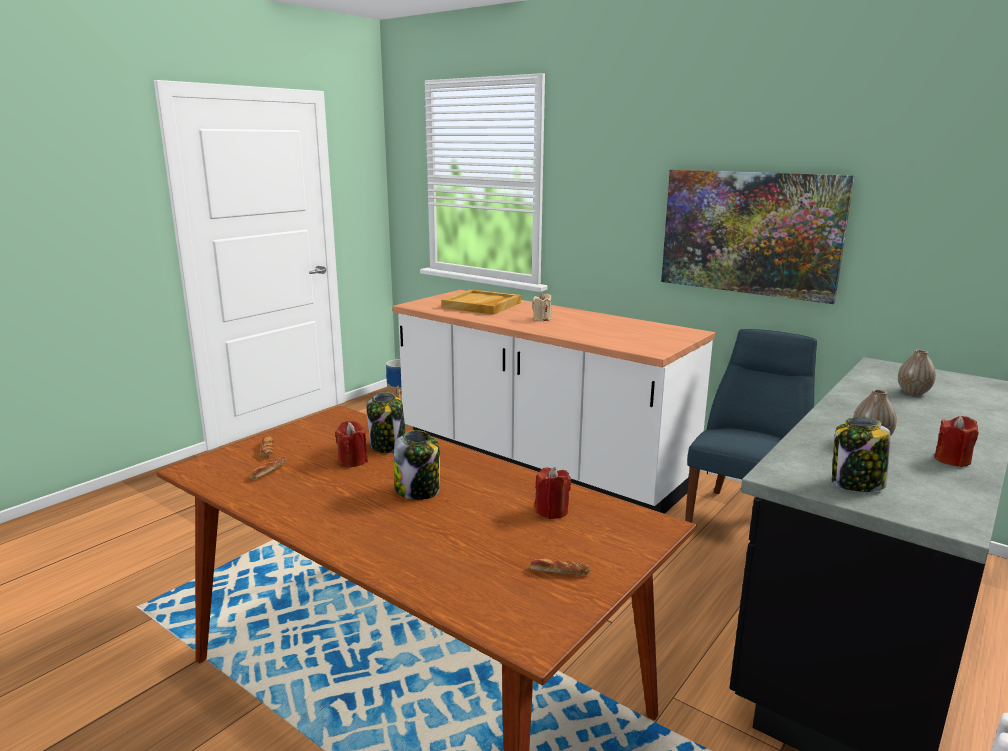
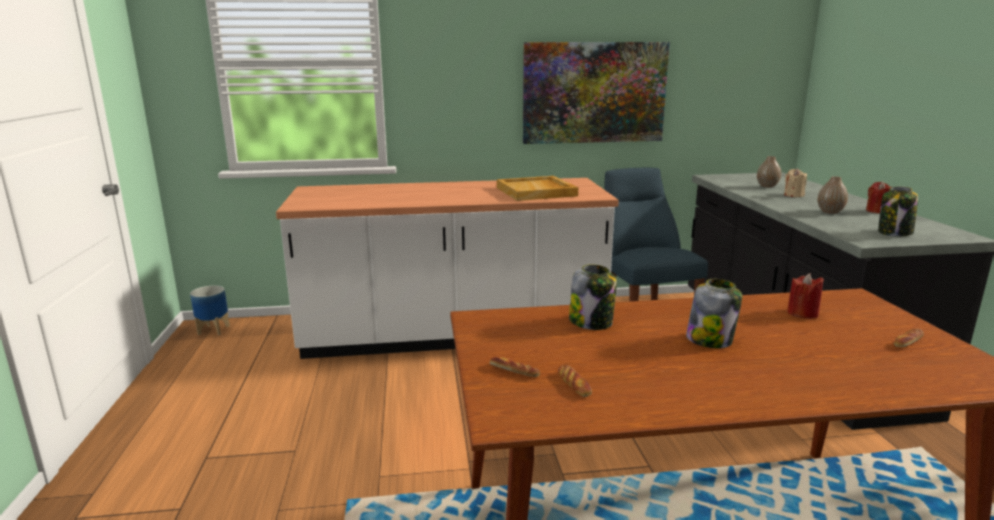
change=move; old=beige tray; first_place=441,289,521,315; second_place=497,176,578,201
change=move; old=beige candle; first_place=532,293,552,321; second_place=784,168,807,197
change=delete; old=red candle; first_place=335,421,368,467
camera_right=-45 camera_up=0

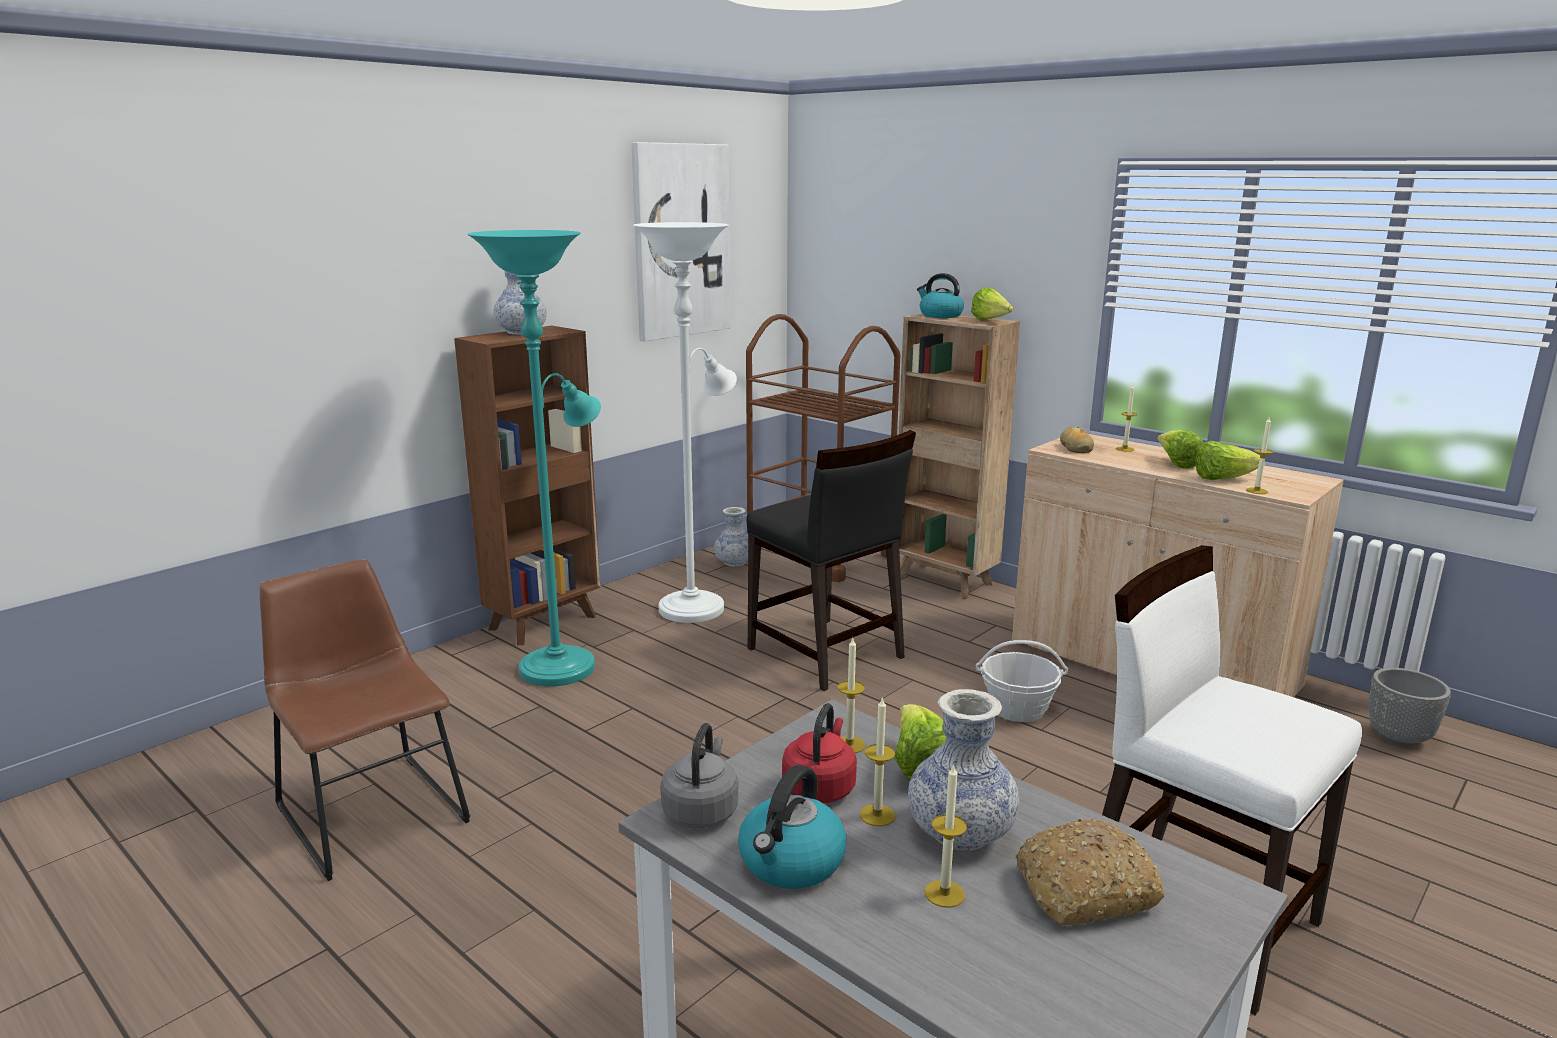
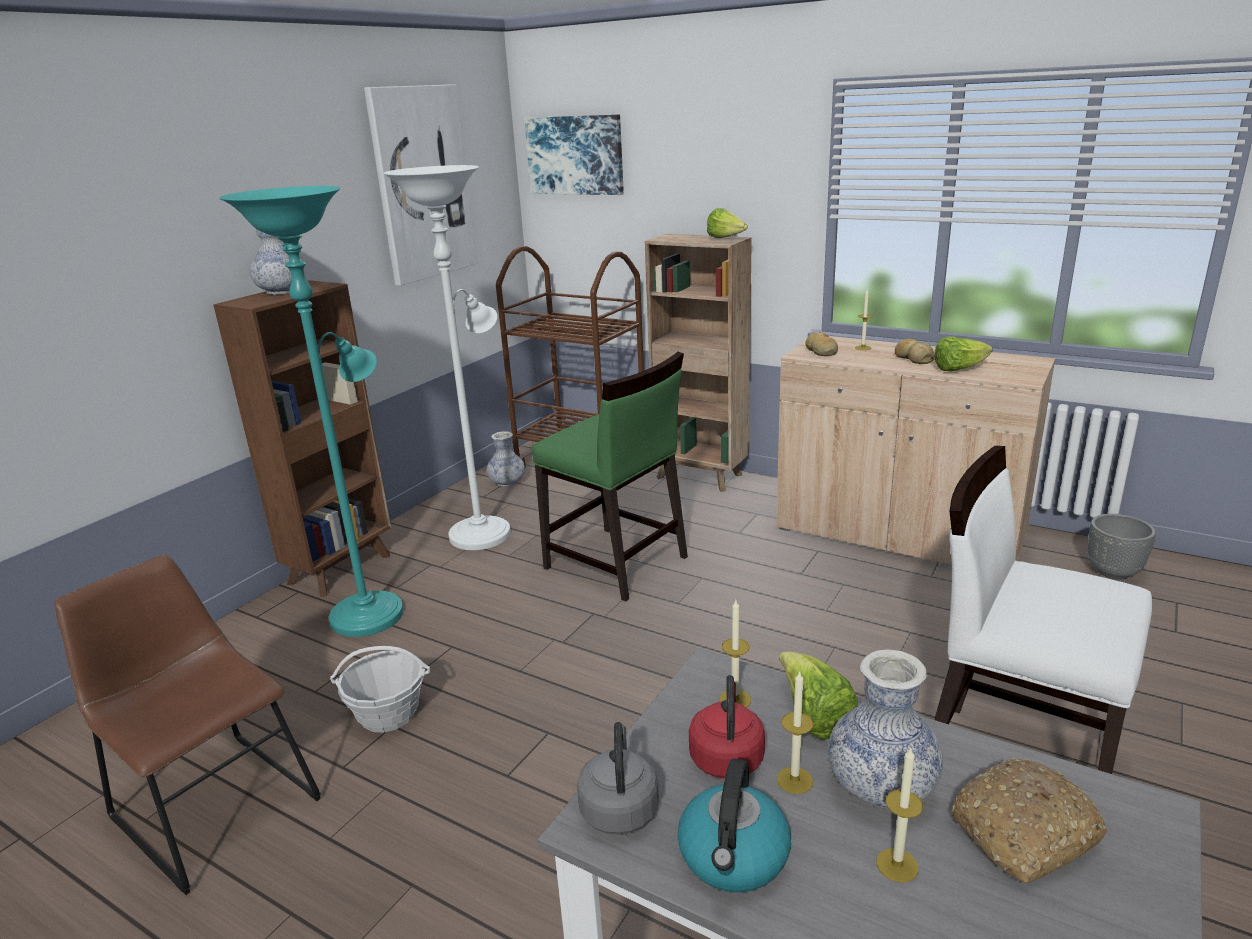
change=delete; old=kettle; first_place=917,273,964,318
change=delete; old=candle; first_place=1246,416,1273,494
change=recolor; old=black chair; new=green chair; first_place=747,430,916,691; second_place=532,352,688,601
change=replace; old=lettuce; new=bread; first_place=1157,430,1203,469; second_place=895,339,935,364
change=move; old=basket; first_place=976,640,1068,722; second_place=330,646,430,732
change=insert; new=picture; second_place=524,114,624,195
camera_right=-10 camera_up=5

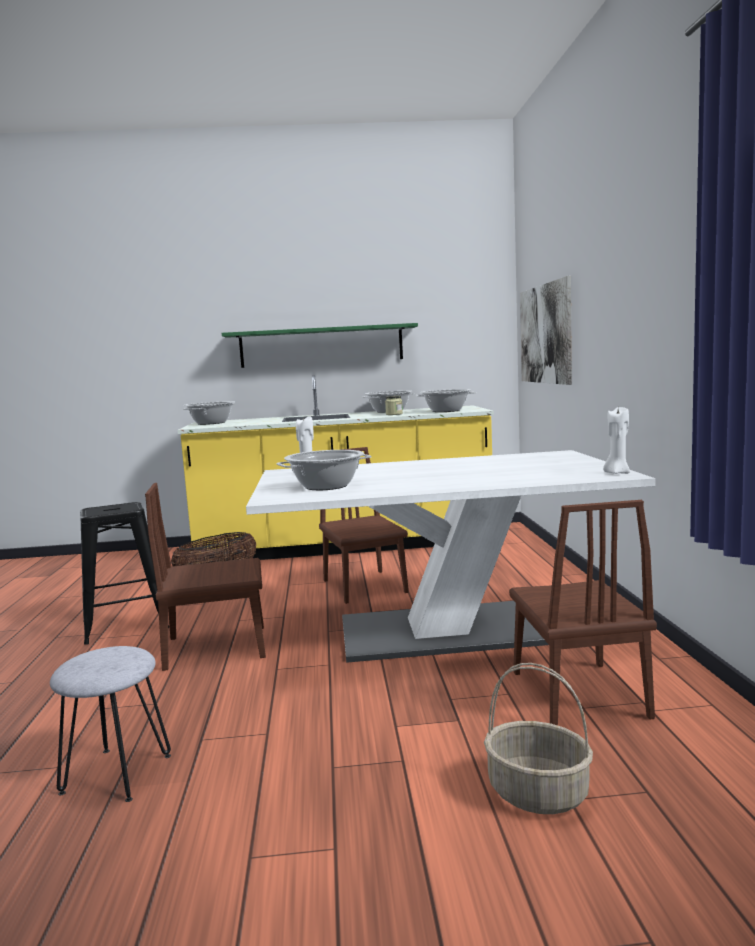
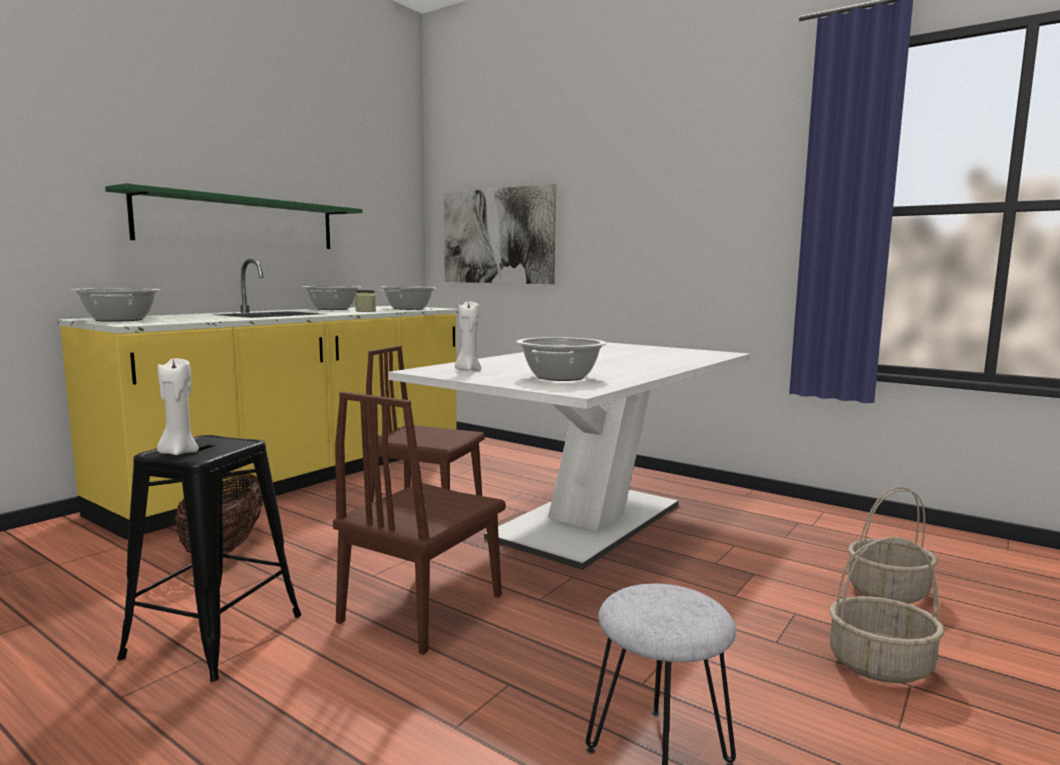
change=move; old=white candle; first_place=603,407,630,474; second_place=157,358,199,455
change=delete; old=brown chair; first_place=509,500,657,726
change=insert; new=basket; second_place=829,537,944,683
camera_right=-50 camera_up=0

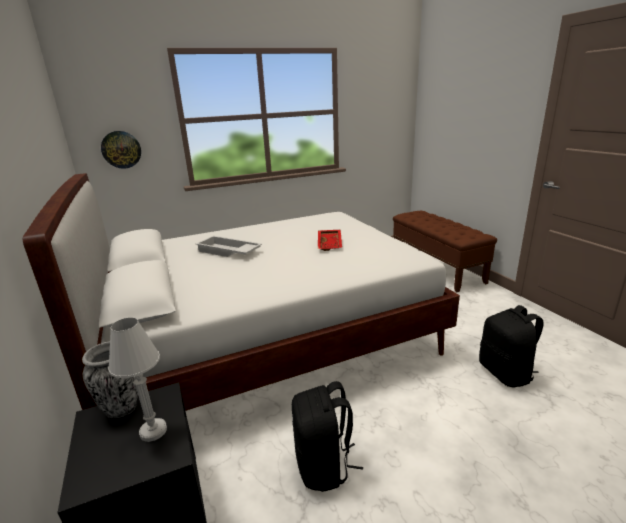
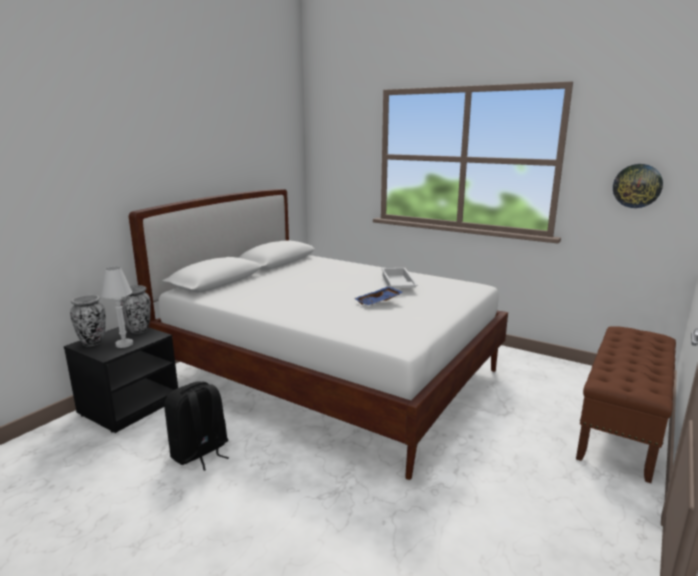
change=move; old=wall clock; first_place=101,131,141,169; second_place=613,164,663,208
change=recolor; old=red tray; new=blue tray; first_place=318,230,342,251; second_place=354,286,403,305
change=move; old=white tray; first_place=196,236,262,257; second_place=381,268,418,288
change=delete; old=black backpack; first_place=479,305,544,387
change=insert; new=vase; second_place=70,295,106,346
camera_right=55 camera_up=-5

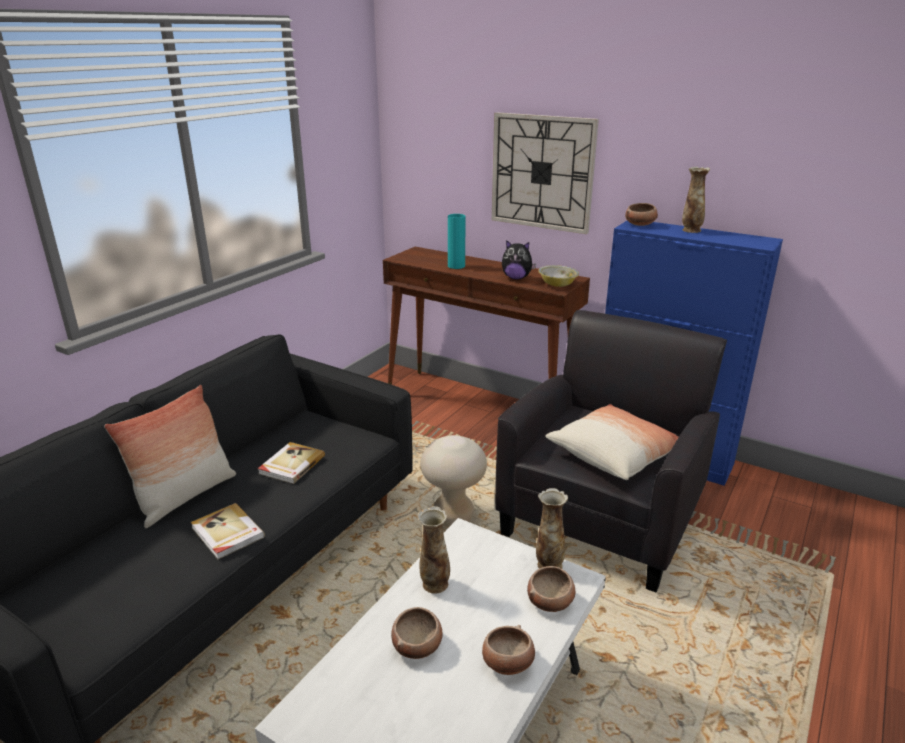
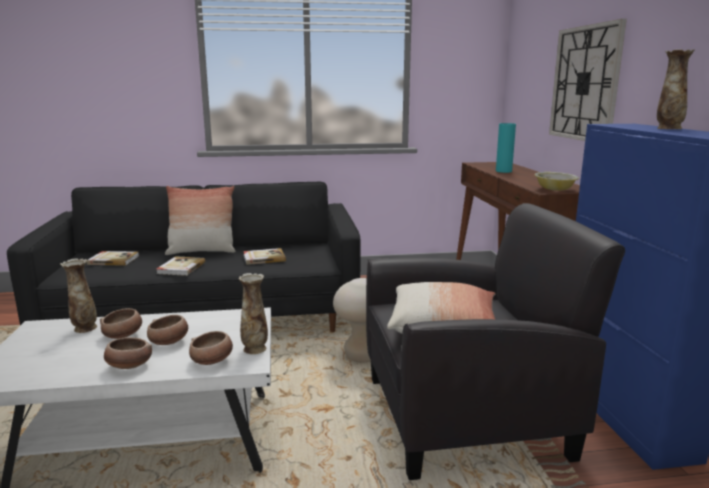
change=move; old=bowl; first_place=625,203,658,226; second_place=147,315,188,345
change=delete; old=plush toy; first_place=502,240,536,279
change=move; old=vase; first_place=418,506,450,594; second_place=60,259,97,333
change=insert; new=book; second_place=86,251,139,266
camera_right=50 camera_up=-10

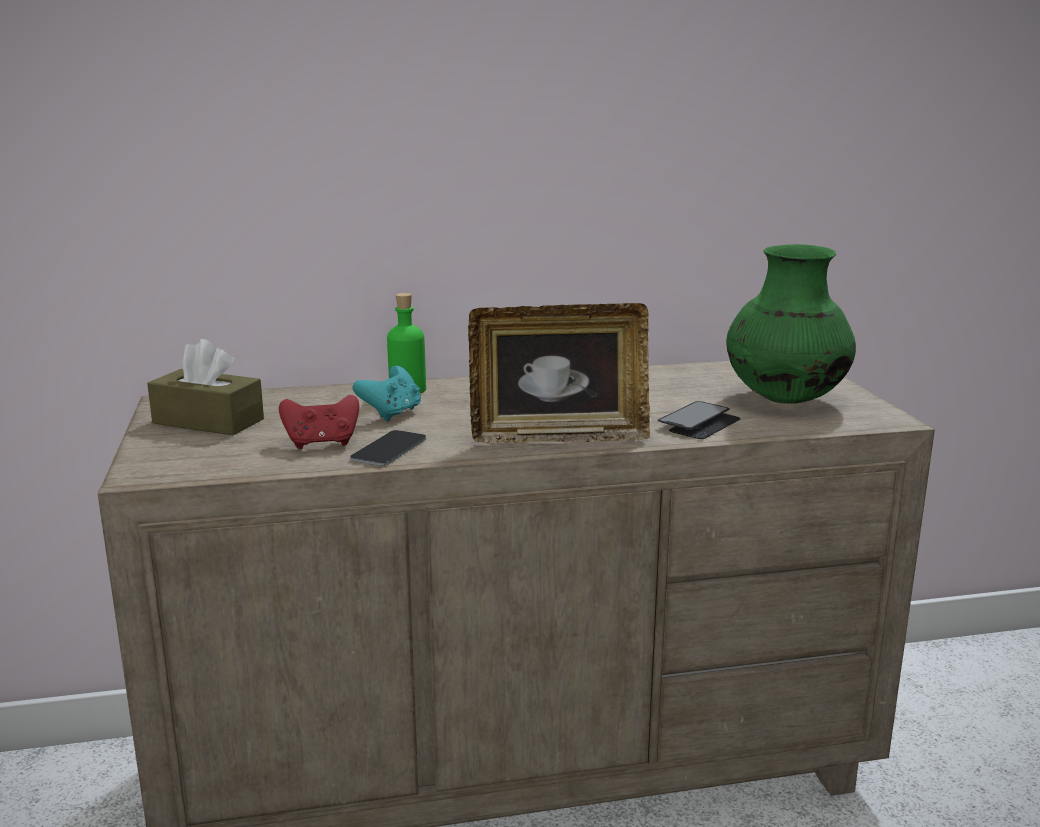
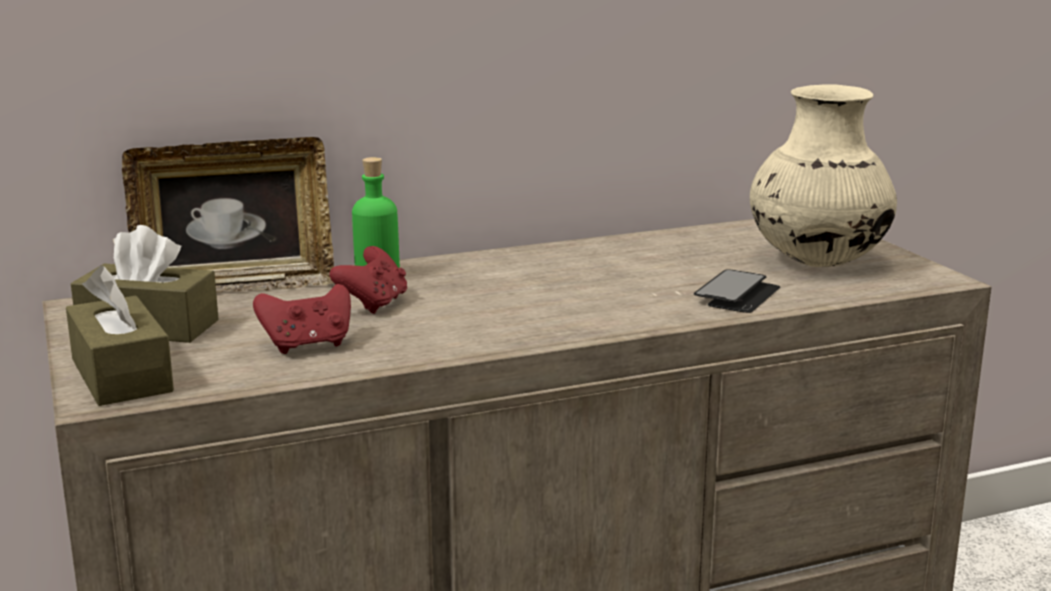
change=recolor; old=green vase; new=beige vase; first_place=726,244,856,404; second_place=750,85,897,267
change=move; old=picture frame; first_place=468,303,650,444; second_place=122,137,334,292
change=recolor; old=turquoise game controller; new=red game controller; first_place=352,366,421,421; second_place=329,246,407,314
change=delete; old=phone; first_place=350,430,426,466
change=insert; new=brown tissue box; second_place=66,266,174,406
camera_right=-10 camera_up=0

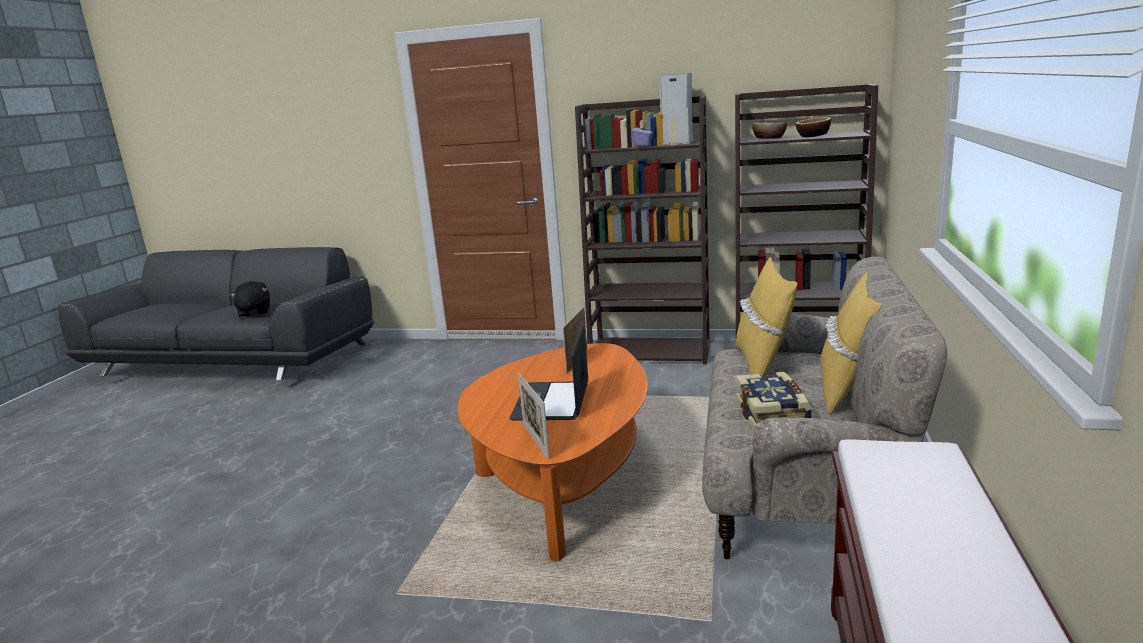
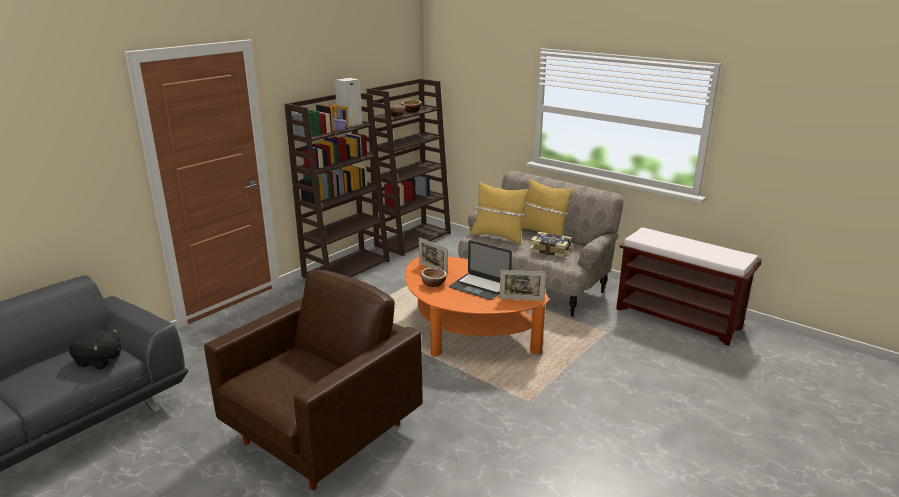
change=insert; new=bowl; second_place=421,268,447,287
change=insert; new=brown armchair; second_place=204,270,423,490
camera_right=-65 camera_up=5

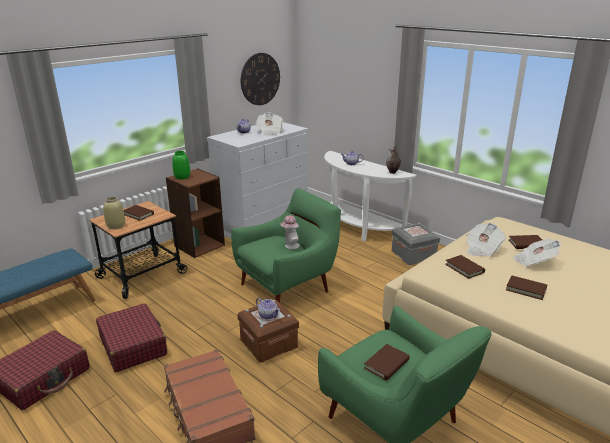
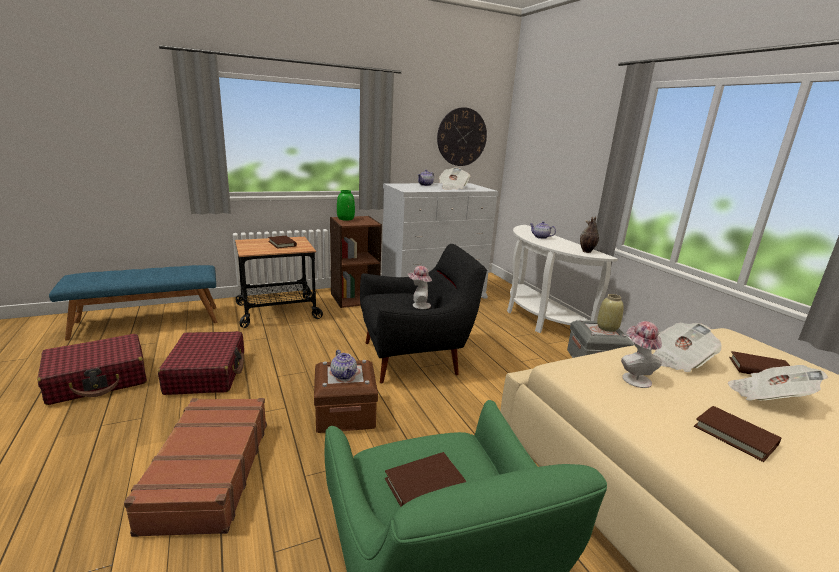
change=recolor; old=green armchair; new=black armchair; first_place=231,189,341,303; second_place=360,244,487,384
change=move; old=beige vase; first_place=103,196,125,229; second_place=597,294,624,332
change=replace; old=brown book; new=hat; first_place=445,255,485,279; second_place=621,321,662,388
camera_right=20 camera_up=-5

